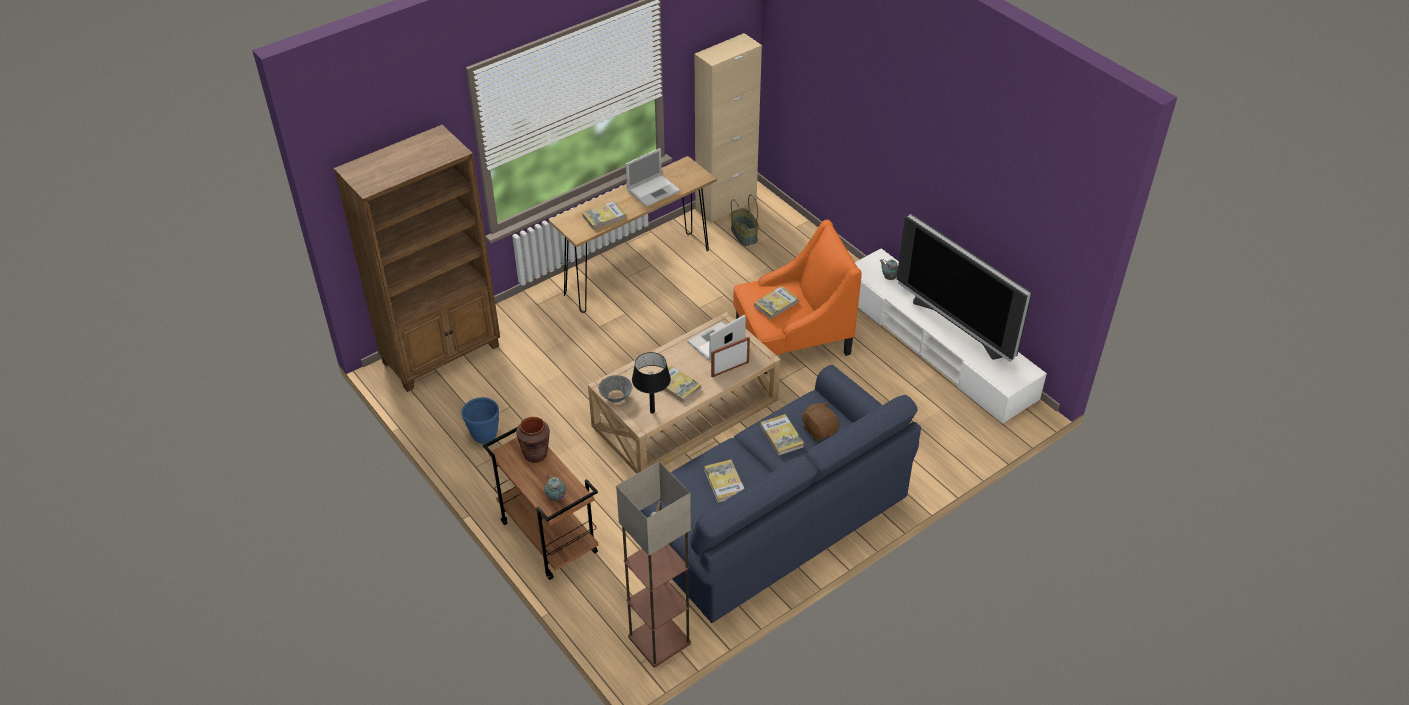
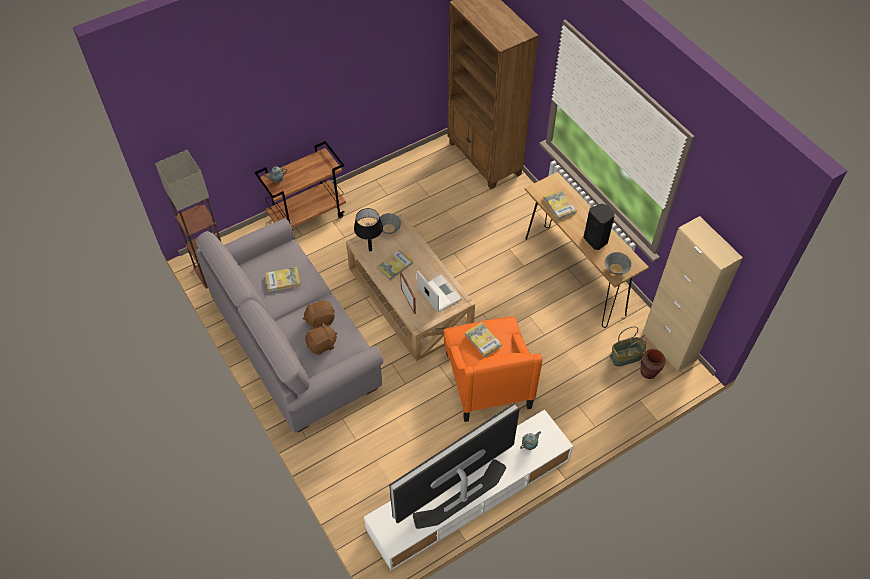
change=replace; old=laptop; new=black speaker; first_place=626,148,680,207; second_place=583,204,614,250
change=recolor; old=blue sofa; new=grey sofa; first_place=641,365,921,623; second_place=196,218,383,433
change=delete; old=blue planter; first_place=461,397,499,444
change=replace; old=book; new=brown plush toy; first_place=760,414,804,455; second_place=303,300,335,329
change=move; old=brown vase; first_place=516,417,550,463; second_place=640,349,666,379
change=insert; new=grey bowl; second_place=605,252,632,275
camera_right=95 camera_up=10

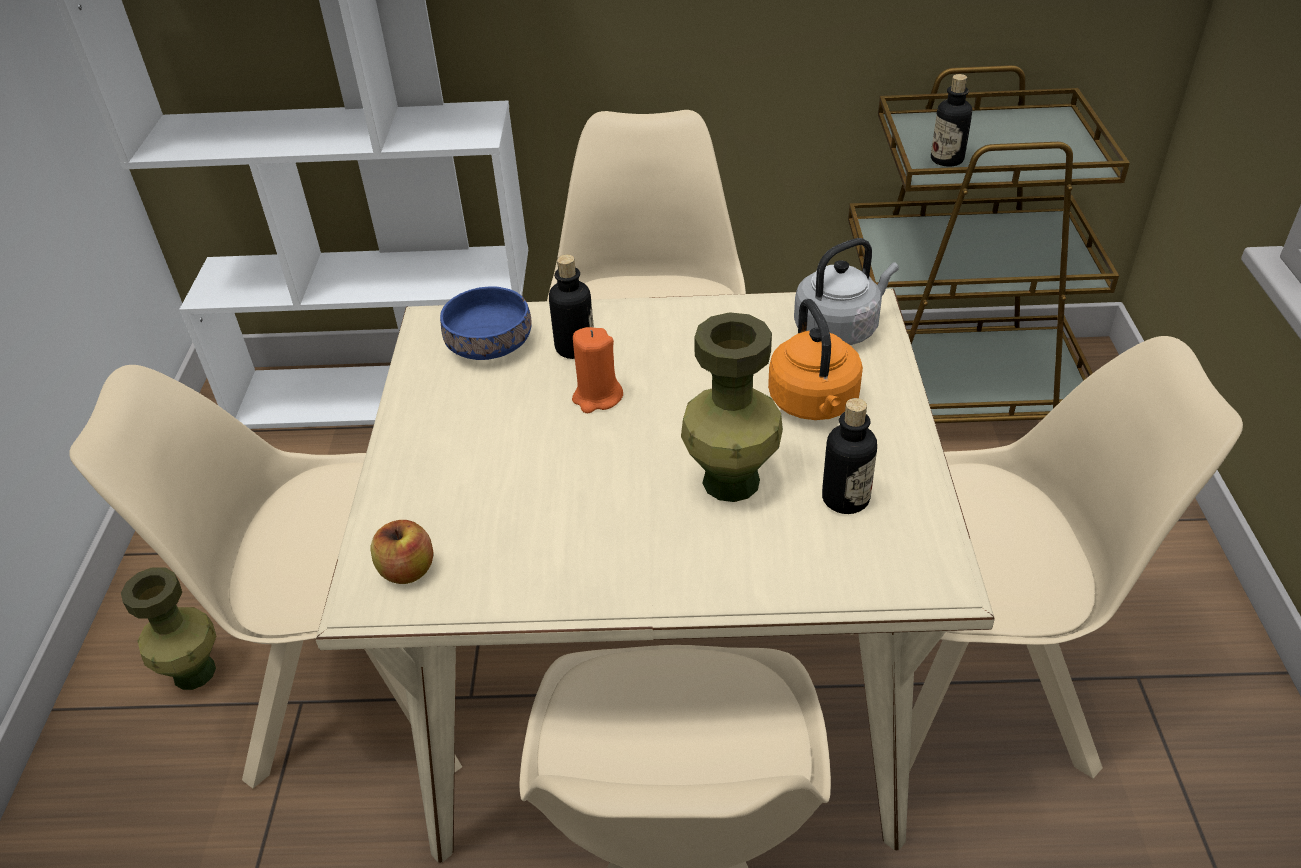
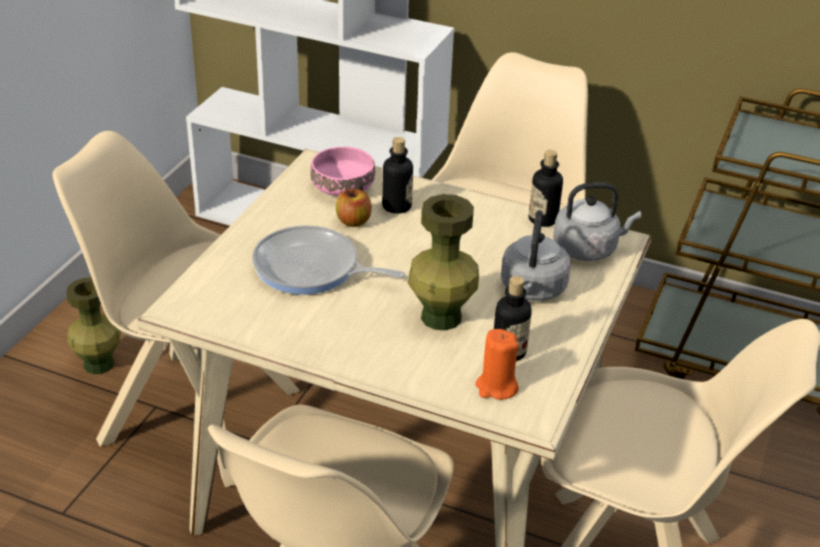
change=move; old=bottle; first_place=931,74,972,167; second_place=529,150,563,227
change=recolor; old=blue bowl; new=pink bowl; first_place=440,286,532,360; second_place=310,147,375,196
change=recolor; old=orange kettle; new=grey kettle; first_place=768,299,863,420; second_place=501,210,571,301
change=move; old=orange candle; first_place=572,327,623,413; second_place=475,329,519,400
change=move; old=apple; first_place=370,520,433,584; second_place=336,189,372,227
change=insert; new=frying pan; second_place=252,225,405,295
camera_right=20 camera_up=-5

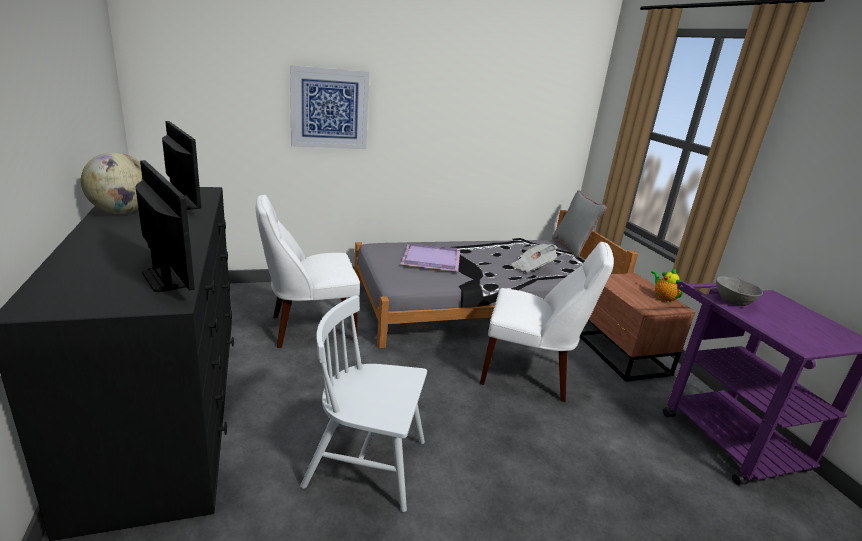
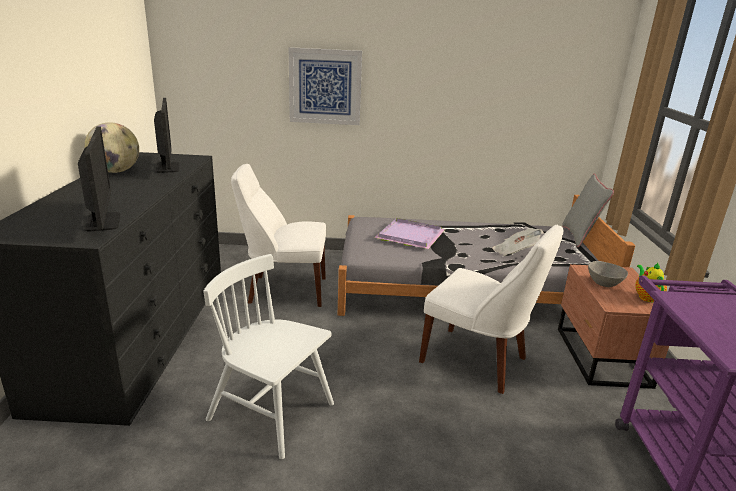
change=move; old=grey bowl; first_place=716,276,763,306; second_place=588,261,628,287
camera_right=20 camera_up=0

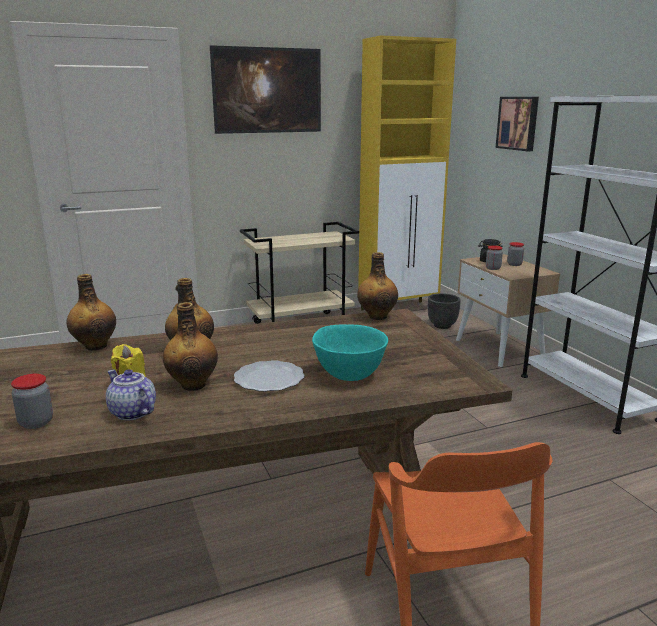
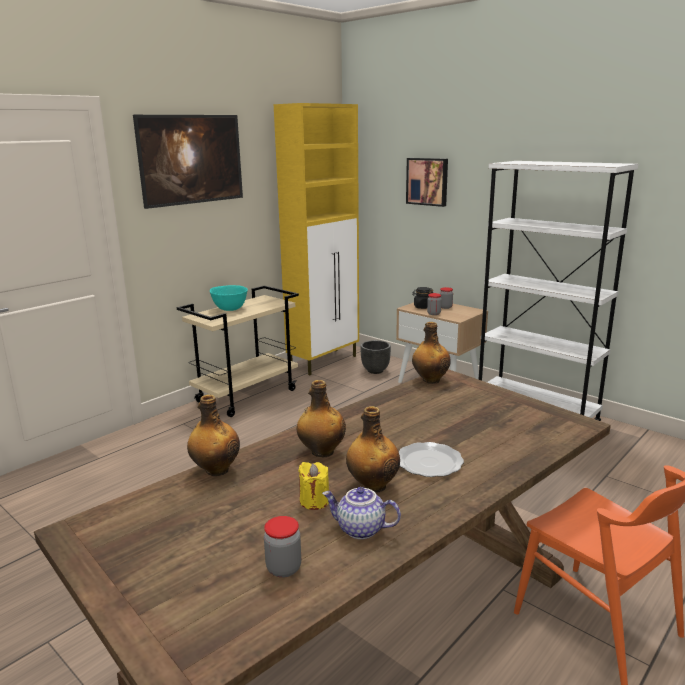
change=move; old=turquoise bowl; first_place=312,324,388,381; second_place=210,285,248,311
camera_right=-25 camera_up=0

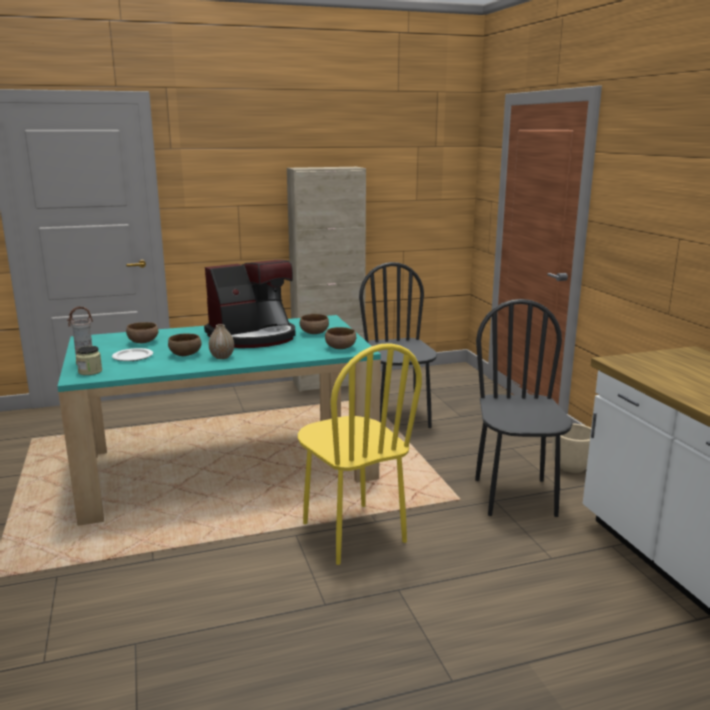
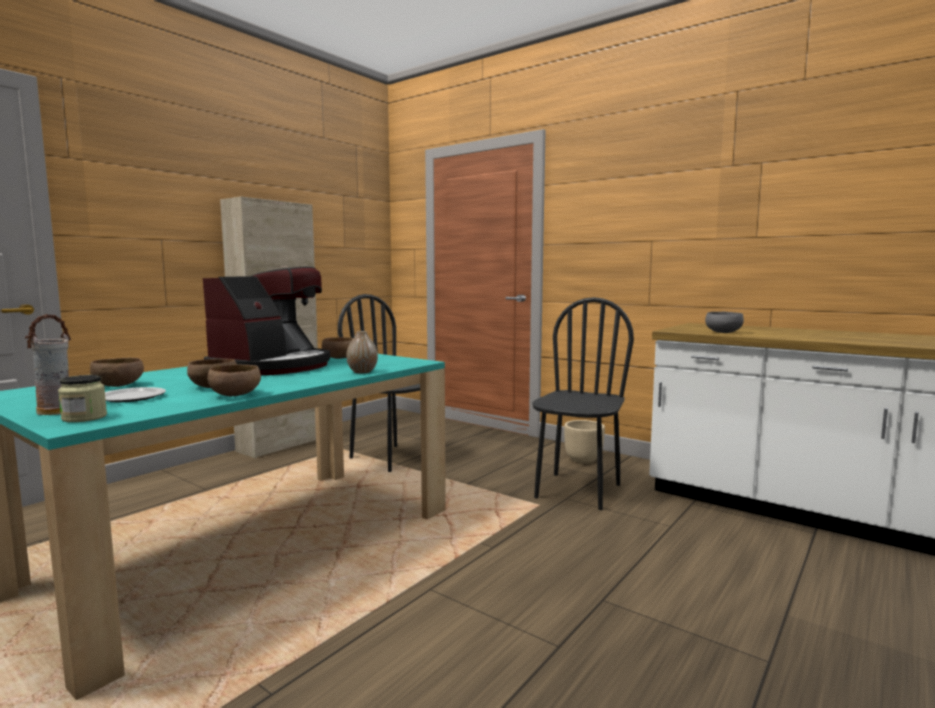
change=rotate; old=black chair; first_place=475,299,573,517; second_place=532,297,634,510; degrees=60
change=move; old=vase; first_place=209,324,234,359; second_place=346,331,378,373
change=move; old=brown bowl; first_place=325,327,356,349; second_place=207,364,261,396
change=delete; old=yellow chair; first_place=298,343,422,565
change=insert; new=grey bowl; second_place=705,312,744,333
camera_right=-35 camera_up=-10

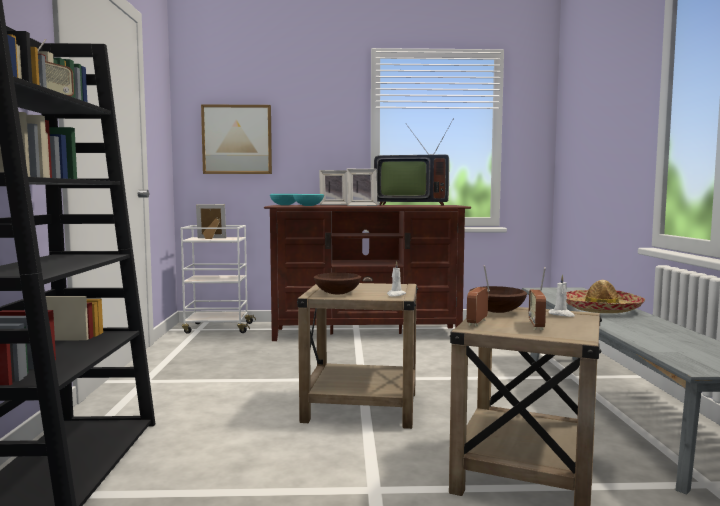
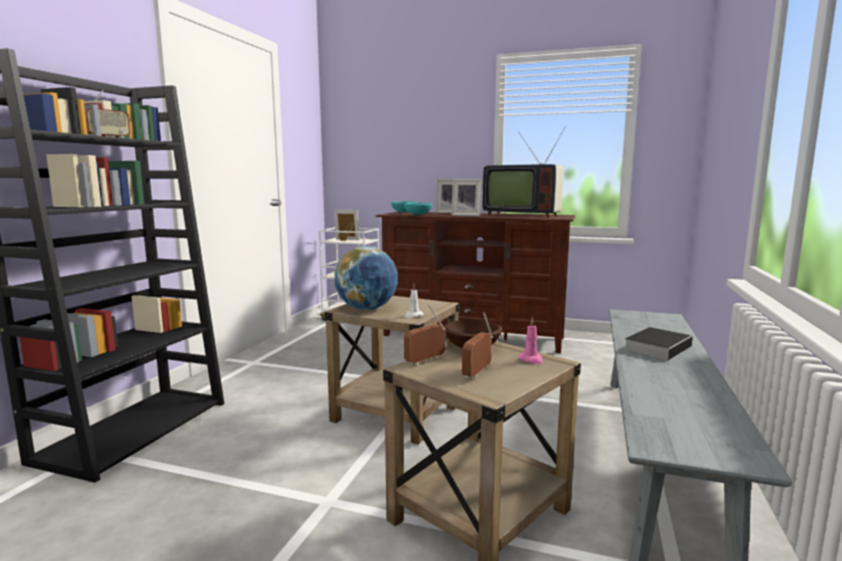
change=delete; old=picture; first_place=201,104,272,174
change=replace; old=brown bowl; new=globe; first_place=314,273,361,294; second_place=335,246,398,310
change=recolor; old=white candle; new=pink candle; first_place=549,274,575,317; second_place=518,317,543,364
change=replace; old=hat; new=book; first_place=566,280,645,313; second_place=624,327,693,360
camera_right=20 camera_up=5

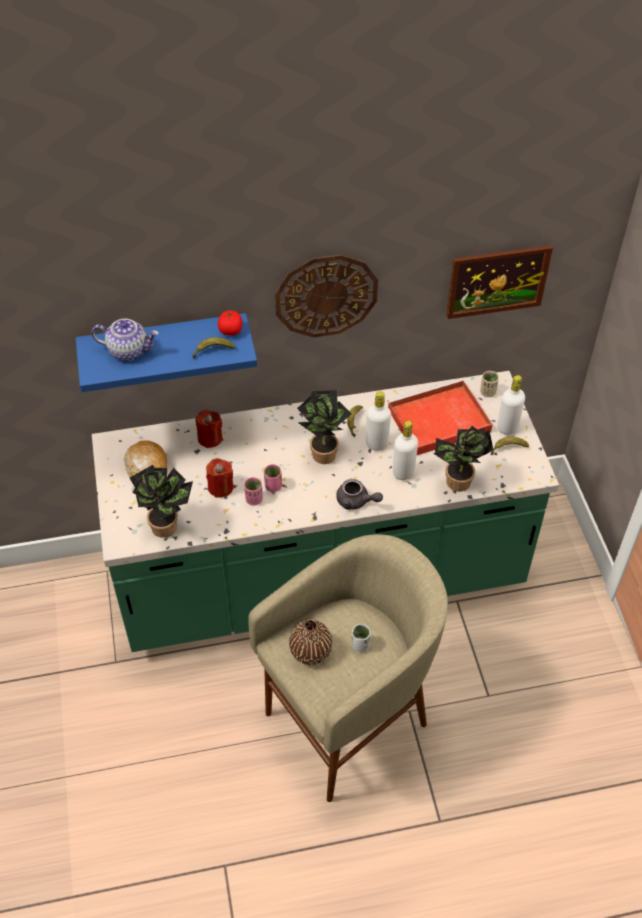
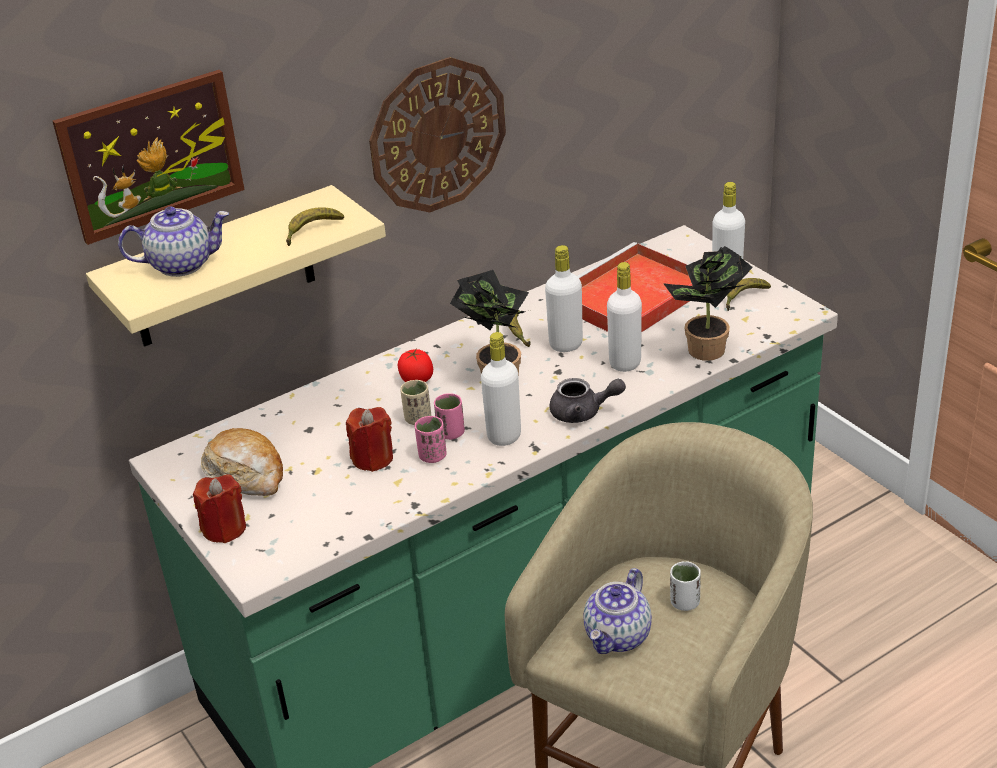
change=move; old=picture; first_place=446,245,553,319; second_place=53,70,245,245
change=move; old=tomato; first_place=218,310,242,336; second_place=398,349,433,382
change=recolor; old=blue shelf; new=beige shelf; first_place=76,313,257,392; second_place=86,185,386,347
change=move; old=beige cup; first_place=480,371,499,397; second_place=400,380,431,425
change=move; old=red candle; first_place=196,410,222,448; second_place=193,474,246,543
change=delete; old=potted plant; first_place=130,465,193,538
change=replace; old=brown vase; new=teapot; first_place=289,618,332,665; second_place=583,568,652,654
change=insert; new=white bottle; second_place=481,332,521,446
camera_right=-20 camera_up=-15

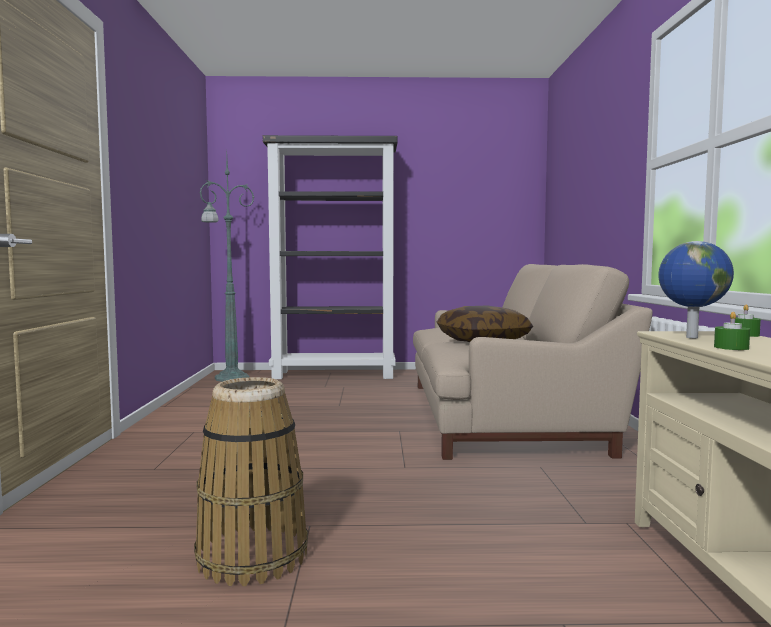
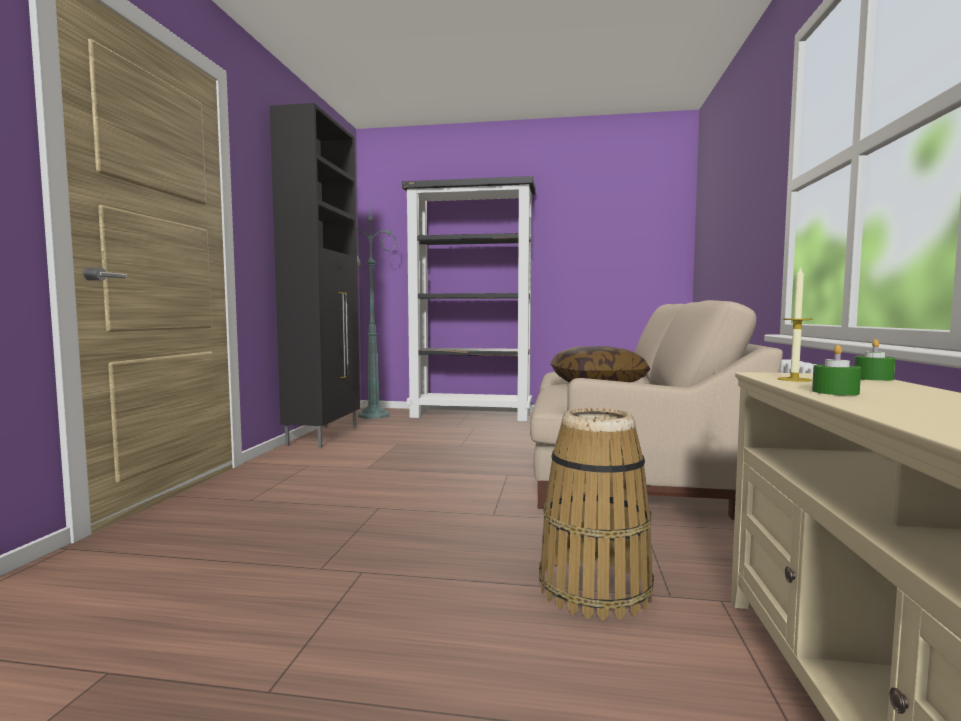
change=replace; old=globe; new=candle; first_place=658,241,734,338; second_place=778,266,813,382
change=move; old=basket; first_place=194,377,308,586; second_place=539,408,654,620
change=insert; new=black cabinet; second_place=269,103,360,448
camera_right=10 camera_up=0

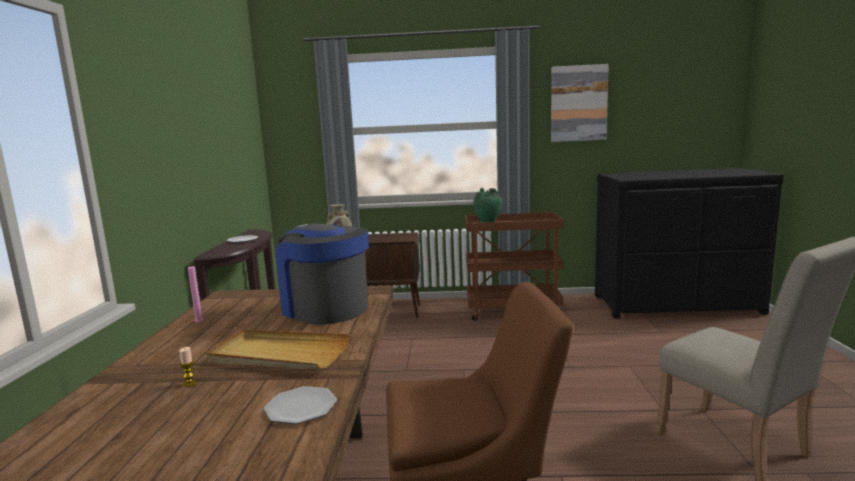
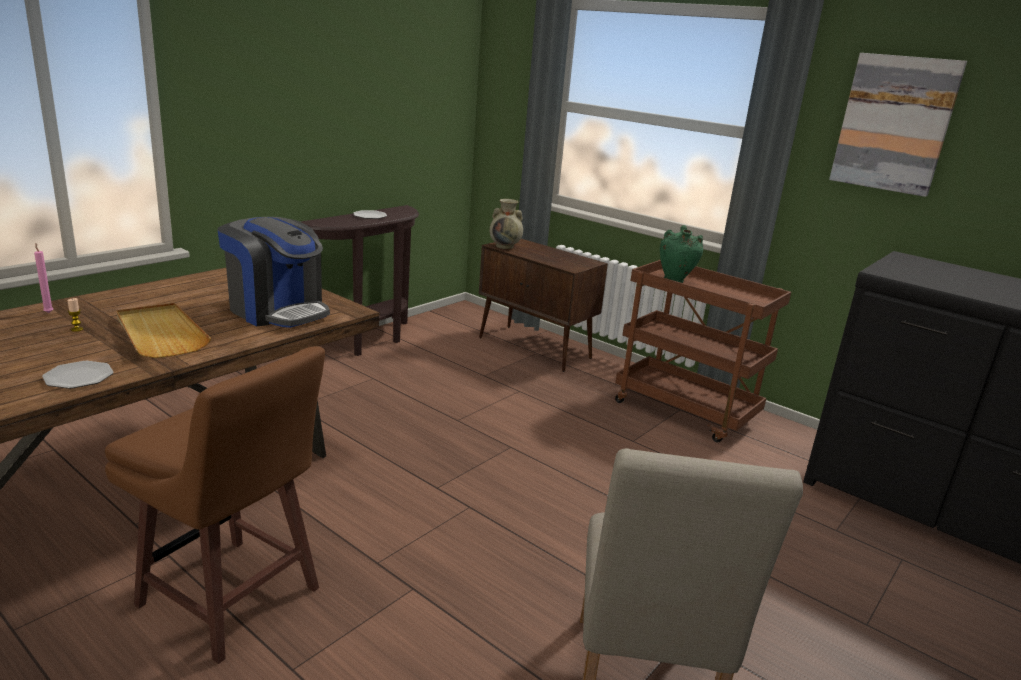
change=rotate; old=coffee machine; first_place=276,224,369,325; second_place=217,217,330,328; degrees=135
change=move; old=pink candle; first_place=185,261,203,324; second_place=34,243,53,313
camera_right=35 camera_up=10

